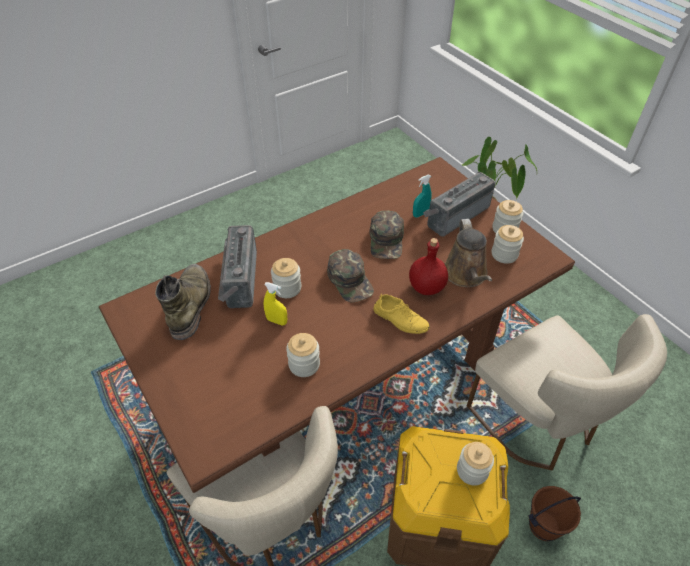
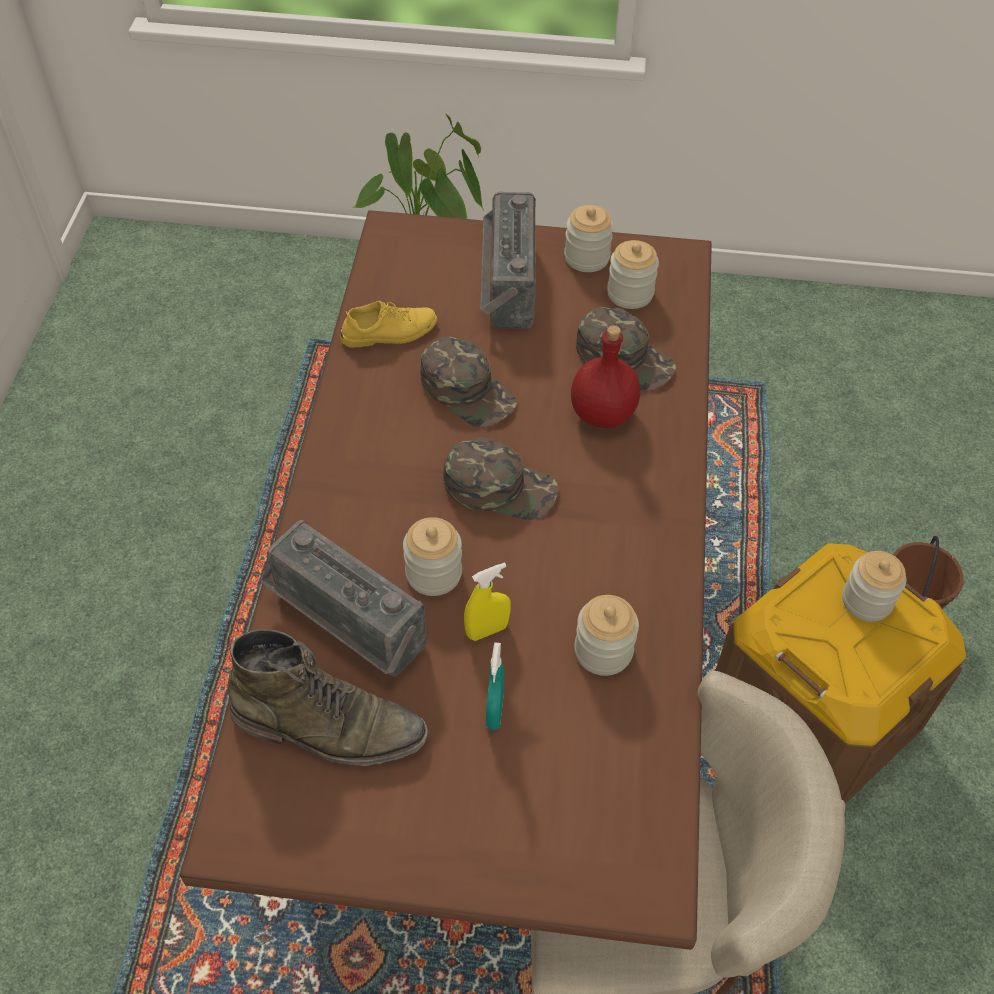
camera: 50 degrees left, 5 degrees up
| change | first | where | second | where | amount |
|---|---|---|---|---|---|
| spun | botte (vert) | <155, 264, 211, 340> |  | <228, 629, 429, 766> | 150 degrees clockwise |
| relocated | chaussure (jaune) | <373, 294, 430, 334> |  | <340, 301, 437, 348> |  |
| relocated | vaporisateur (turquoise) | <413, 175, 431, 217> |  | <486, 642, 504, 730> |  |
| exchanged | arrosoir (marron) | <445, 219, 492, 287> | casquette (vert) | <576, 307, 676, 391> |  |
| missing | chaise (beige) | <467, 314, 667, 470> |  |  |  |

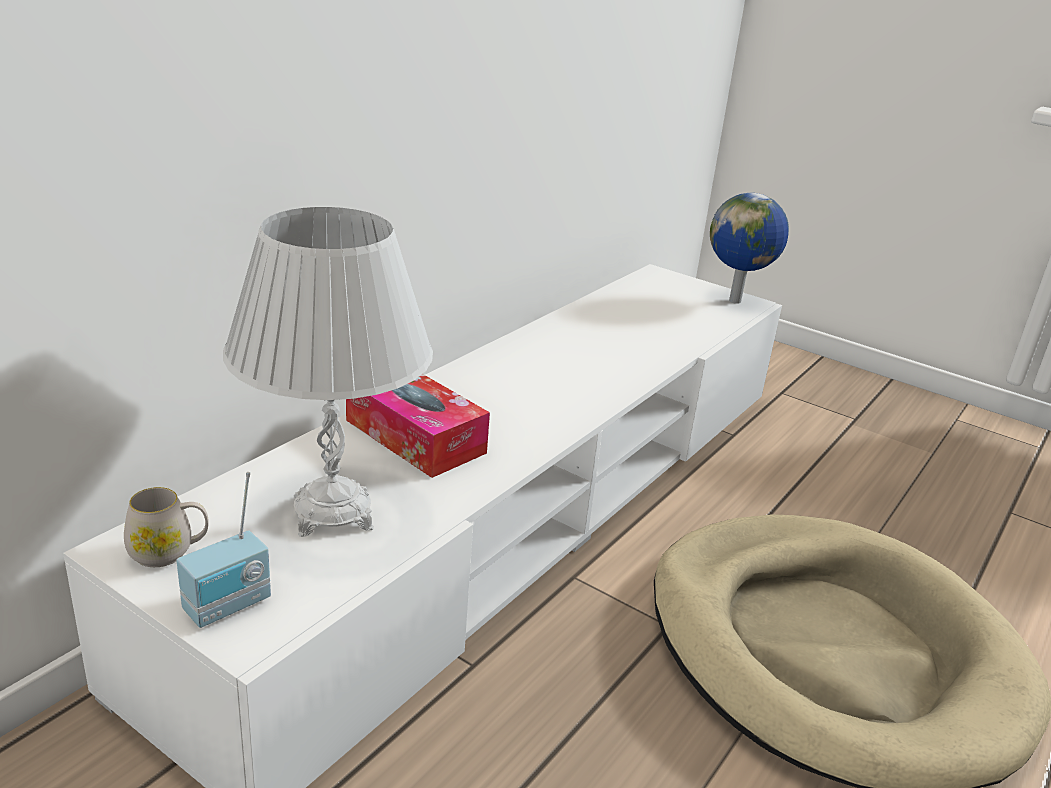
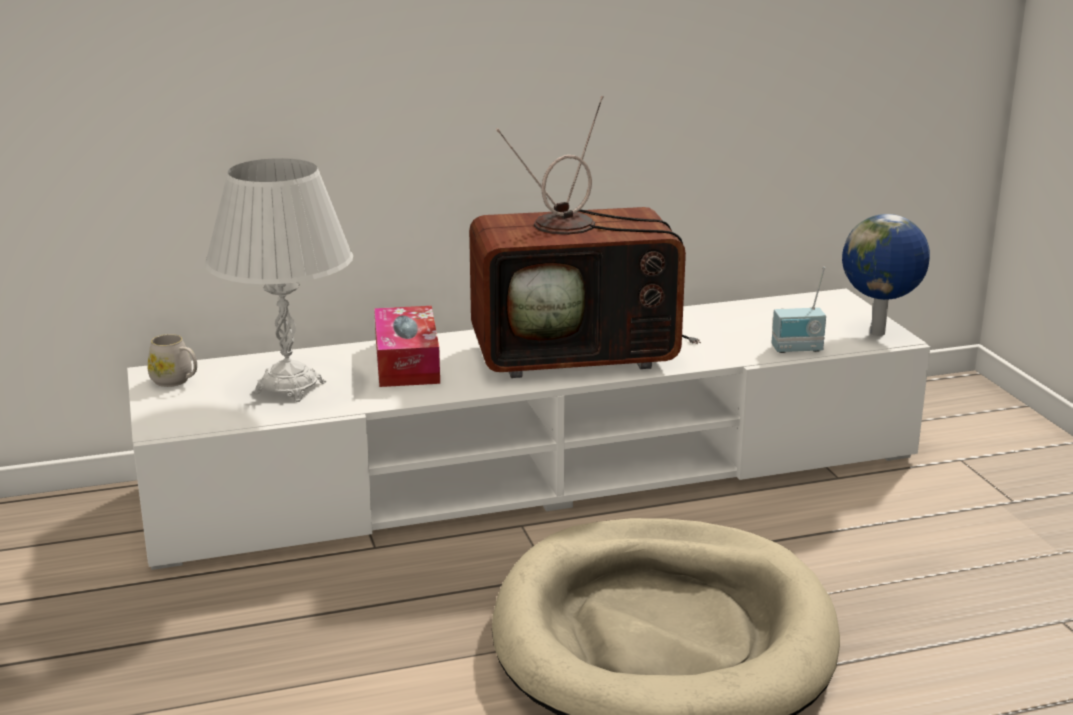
camera: 40 degrees right, 5 degrees down
| change | first | where | second | where | amount |
|---|---|---|---|---|---|
| relocated | radio | <176, 472, 271, 628> |  | <772, 267, 826, 353> |  |
| appeared |  |  | téléviseur | <469, 96, 701, 378> |  |

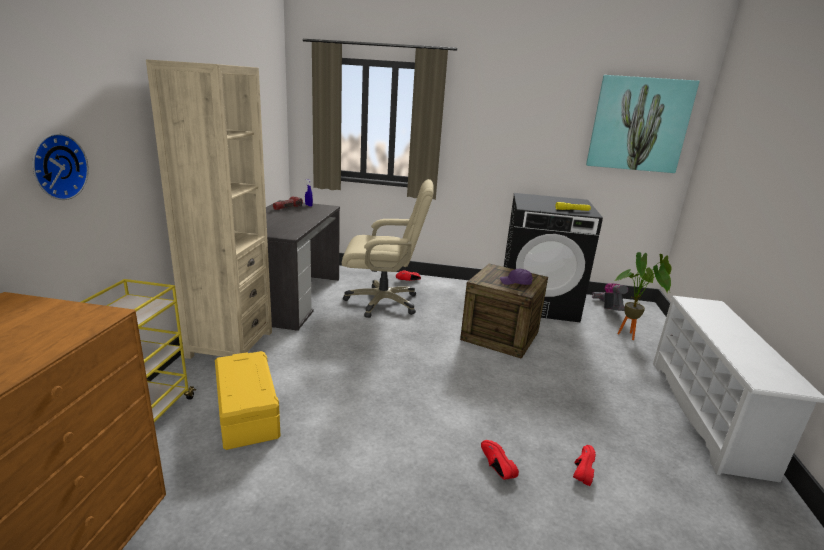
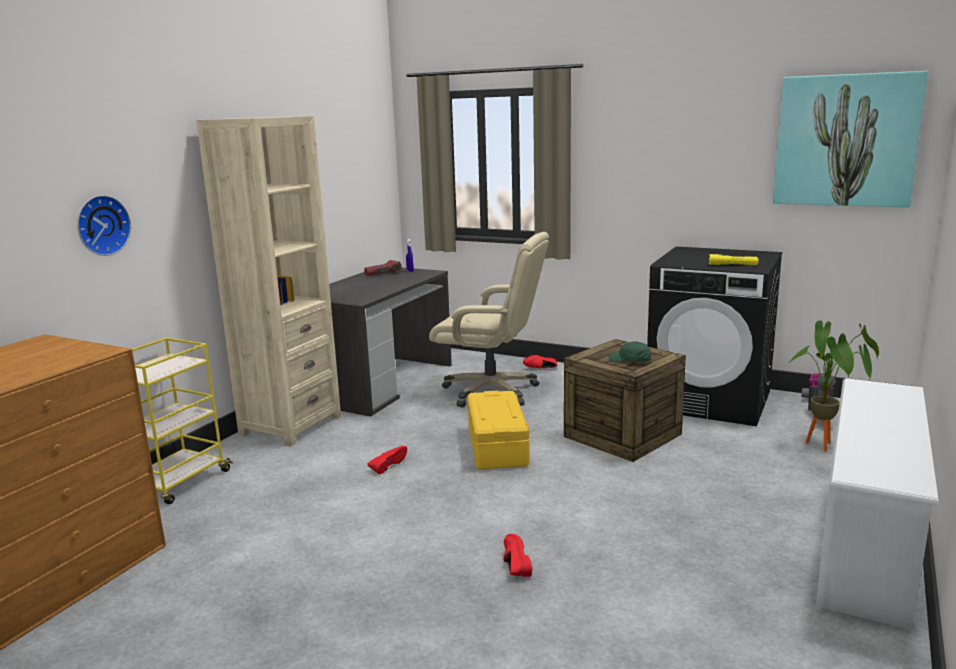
camera: 20 degrees right, 5 degrees down
| change | first | where | second | where | amount |
|---|---|---|---|---|---|
| relocated | boîte de rangement (jaune) | <215, 351, 281, 450> |  | <467, 391, 530, 470> |  |
| colour | casquette (violet) | <500, 269, 533, 285> | casquette (vert) | <609, 341, 651, 362> |  |
| relocated | chaussure (rouge) | <573, 445, 596, 486> |  | <367, 446, 407, 474> |  |

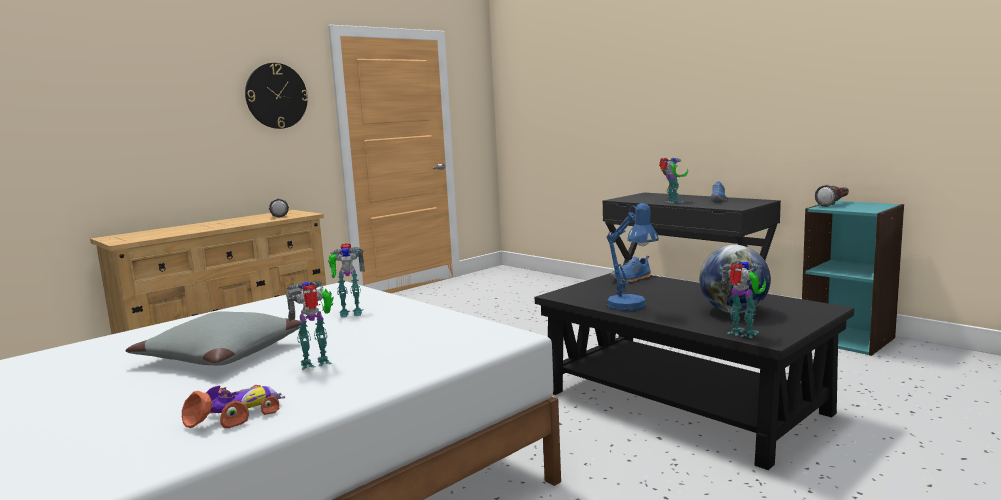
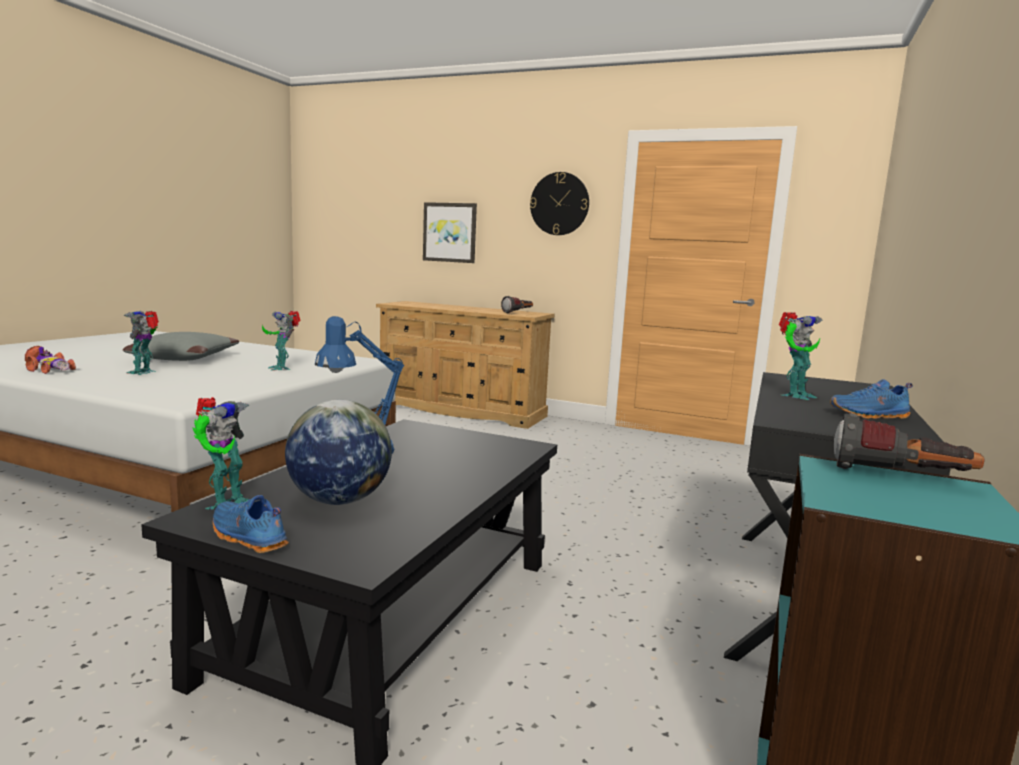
camera: 65 degrees right, 0 degrees up
| change | first | where | second | where | amount |
|---|---|---|---|---|---|
| spun | robot jouet | <285, 280, 334, 370> |  | <124, 311, 159, 375> | 120 degrees counterclockwise |
| relocated | chaussure (bleu) | <611, 256, 651, 282> |  | <213, 495, 289, 553> |  |
| appeared |  |  | tableau | <423, 202, 477, 263> |  |

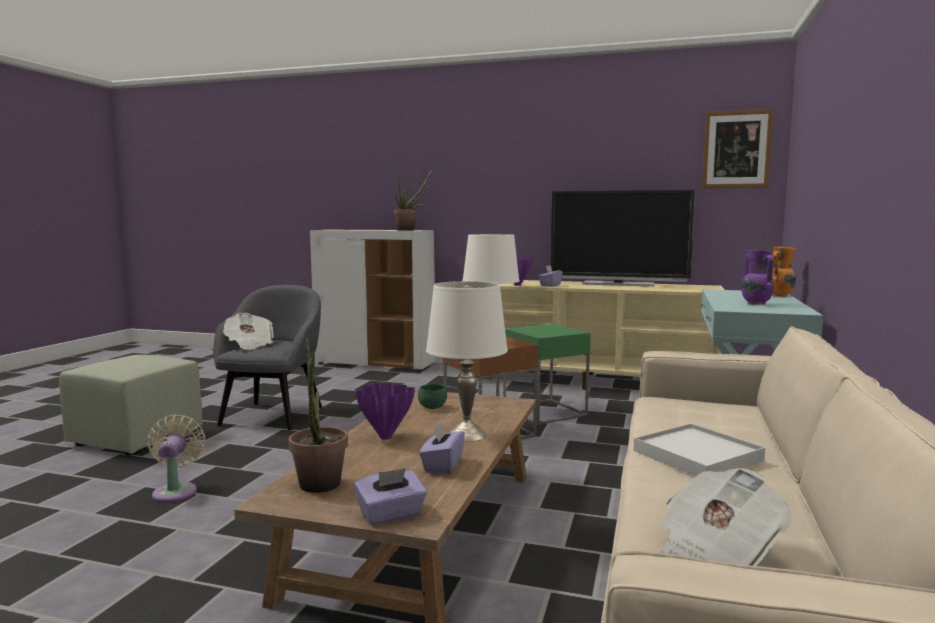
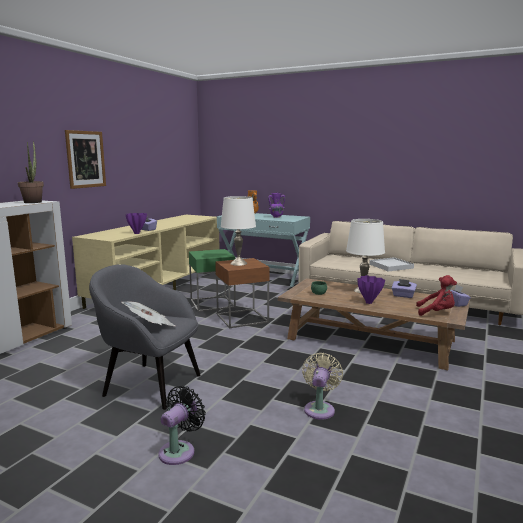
camera: 80 degrees left, 5 degrees up
| change | first | where | second | where | amount |
|---|---|---|---|---|---|
| exchanged | pouf (vert) | <59, 355, 203, 455> | ventilateur (noir) | <158, 386, 206, 465> |  |
| spun | ventilateur (beige) | <148, 415, 206, 503> |  | <302, 353, 343, 420> | 105 degrees clockwise |
| exchanged | plante en pot | <289, 338, 348, 493> | peluche (rouge) | <416, 275, 457, 316> |  |
| missing | téléviseur | <550, 190, 695, 287> |  |  |  |
| missing | journal | <660, 468, 791, 566> |  |  |  |
| relocated | tableau | <702, 109, 773, 188> |  | <65, 130, 106, 189> |  |

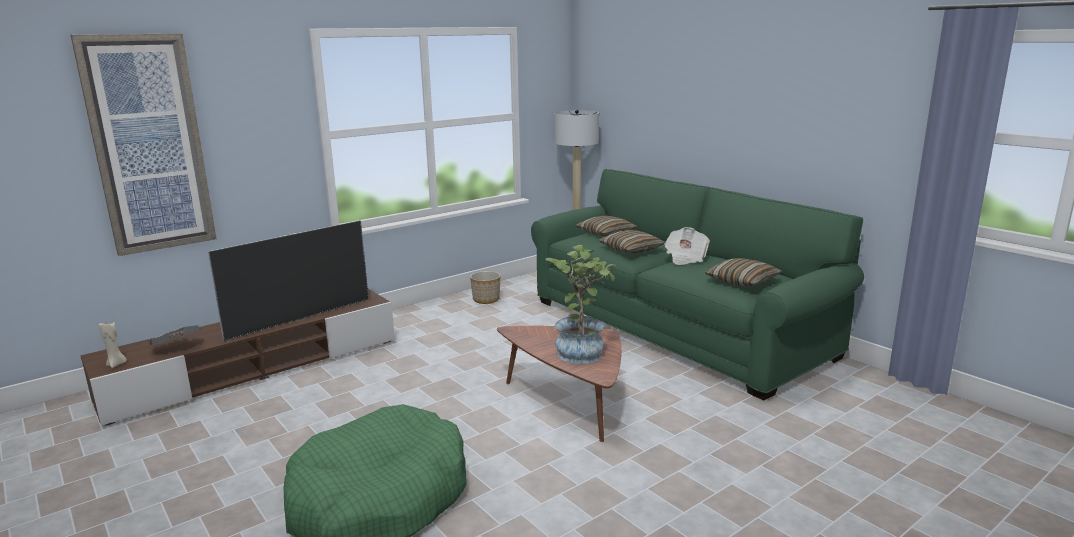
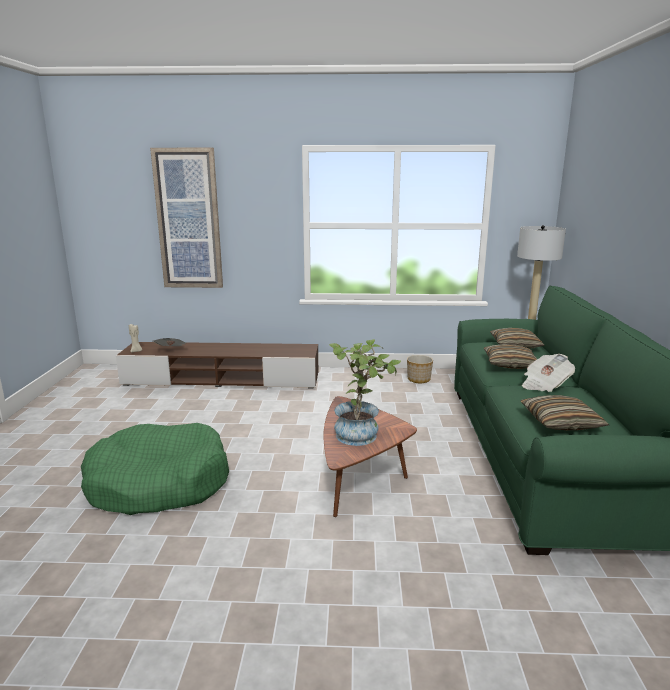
camera: 40 degrees right, 0 degrees up
| change | first | where | second | where | amount |
|---|---|---|---|---|---|
| missing | téléviseur | <208, 220, 369, 341> |  |  |  |

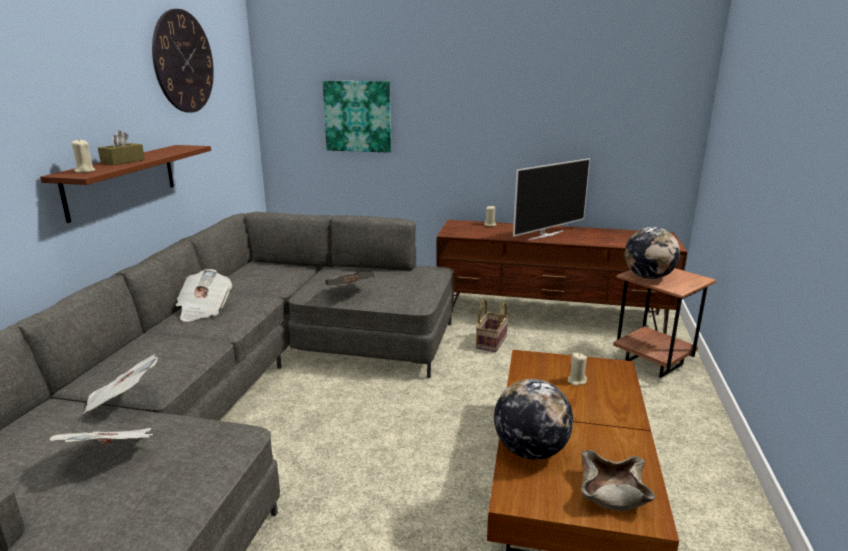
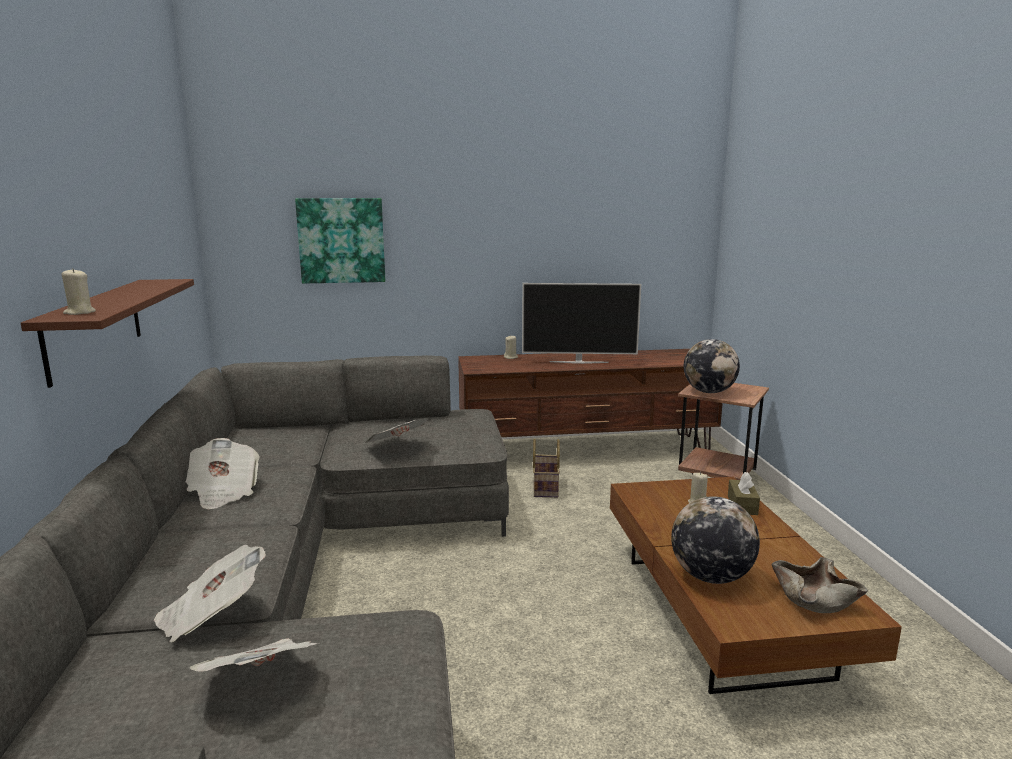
camera: 20 degrees left, 5 degrees down
| change | first | where | second | where | amount |
|---|---|---|---|---|---|
| relocated | boîte à mouchoirs (marron) | <98, 130, 145, 165> |  | <728, 472, 760, 515> |  |
| missing | horloge murale | <152, 9, 214, 113> |  |  |  |
| spun | téléviseur | <513, 158, 590, 240> |  | <522, 283, 641, 364> | 60 degrees clockwise |

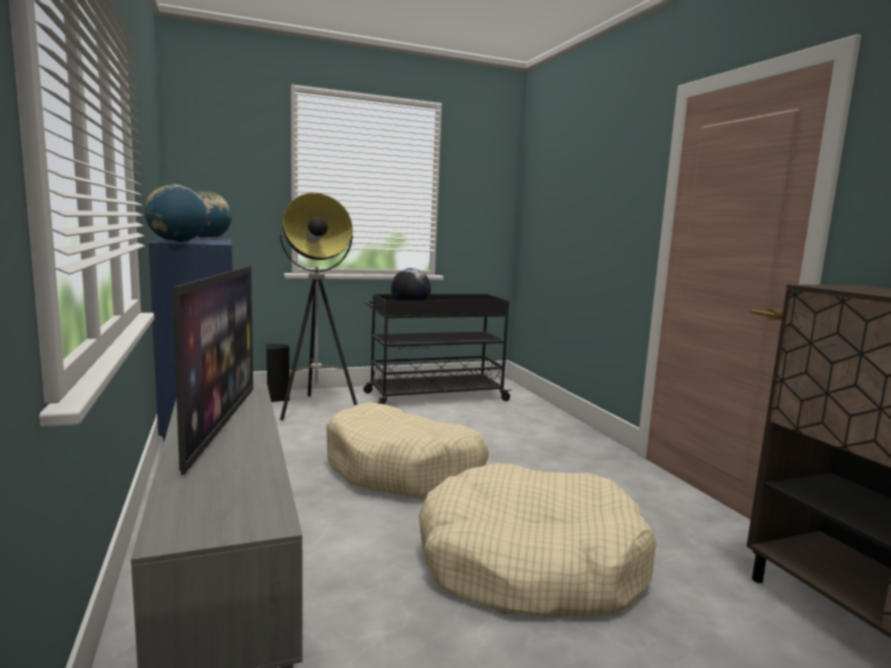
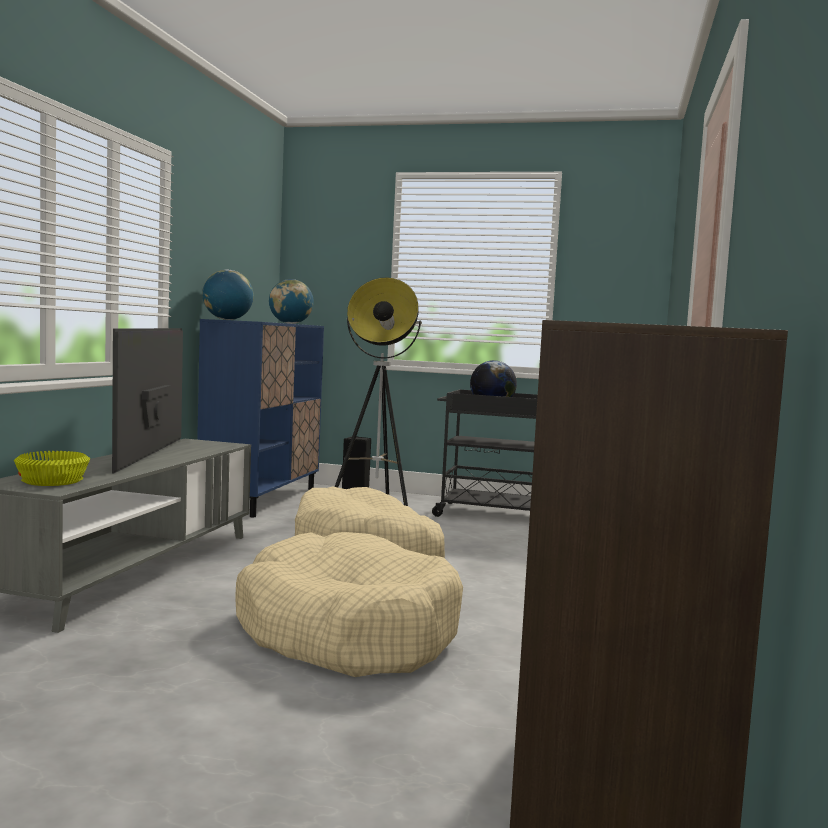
camera: 35 degrees right, 5 degrees down
| change | first | where | second | where | amount |
|---|---|---|---|---|---|
| spun | téléviseur | <172, 266, 253, 475> |  | <112, 328, 183, 473> | 150 degrees clockwise |
| appeared |  |  | bol (jaune) | <14, 451, 90, 486> |  |

